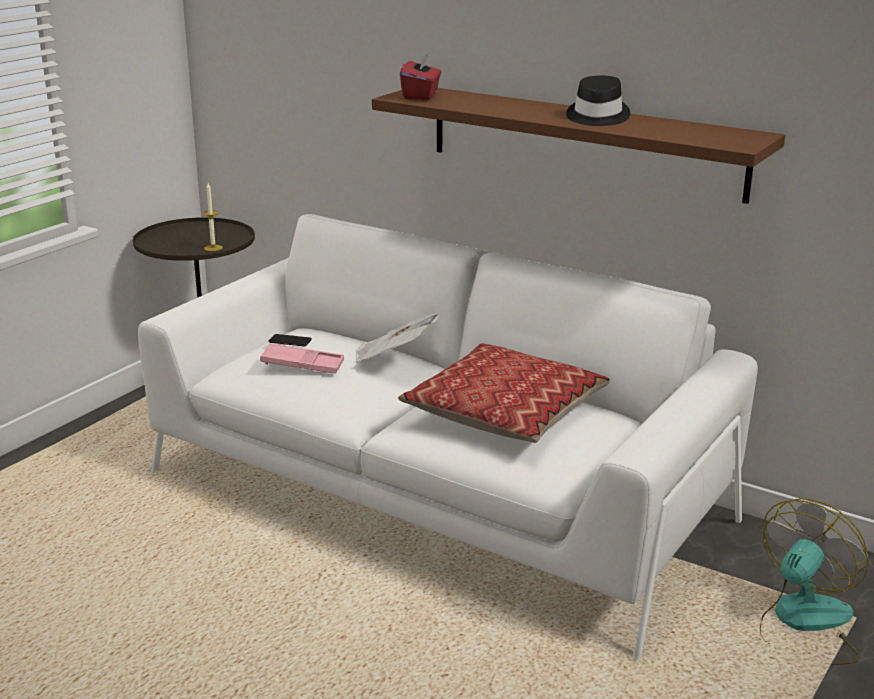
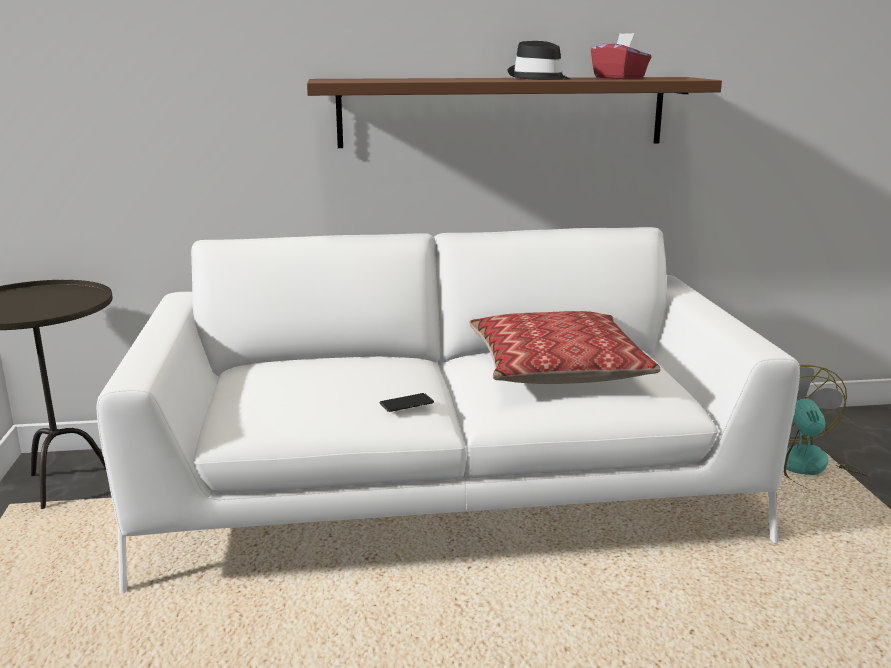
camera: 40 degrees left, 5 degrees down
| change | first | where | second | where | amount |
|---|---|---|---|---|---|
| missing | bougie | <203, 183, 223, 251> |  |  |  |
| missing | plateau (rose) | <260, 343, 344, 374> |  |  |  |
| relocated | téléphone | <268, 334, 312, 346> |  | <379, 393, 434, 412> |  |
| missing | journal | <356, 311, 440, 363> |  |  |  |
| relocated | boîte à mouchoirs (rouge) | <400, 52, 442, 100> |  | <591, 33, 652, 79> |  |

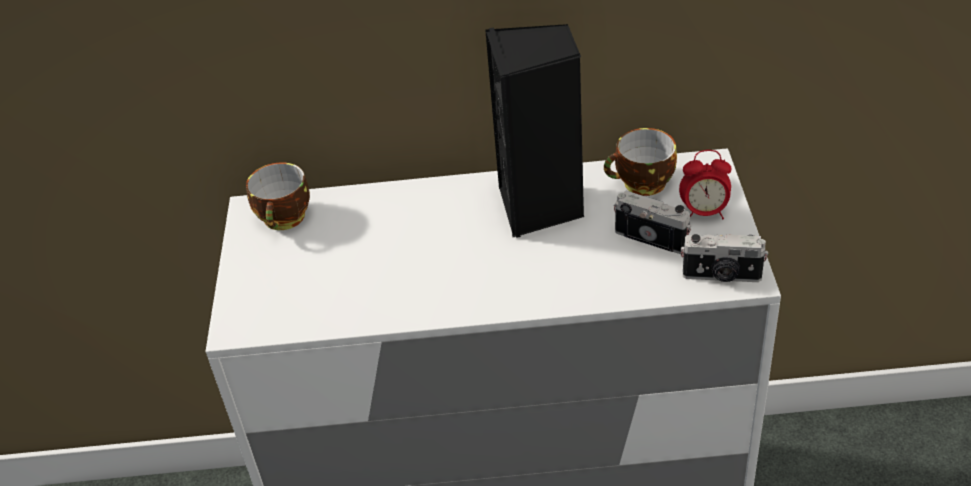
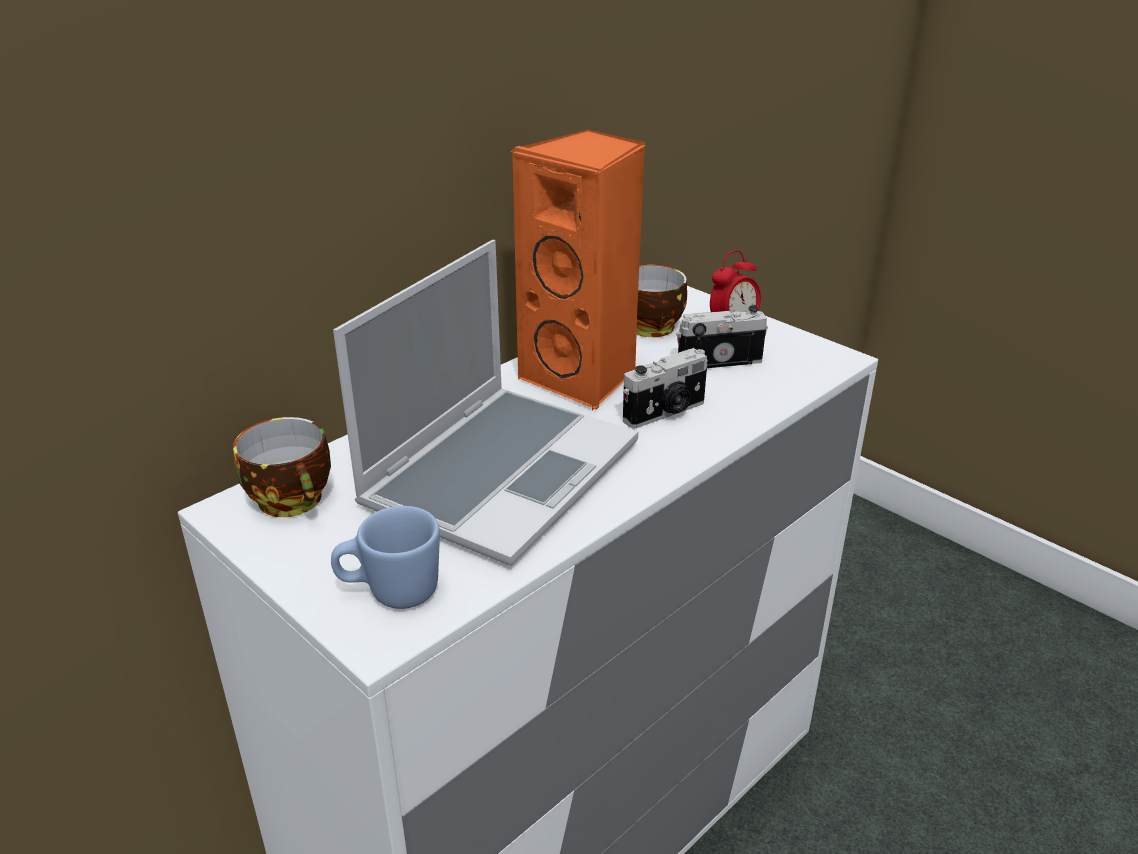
camera: 45 degrees left, 10 degrees down
| change | first | where | second | where | amount |
|---|---|---|---|---|---|
| colour | enceinte (noir) | <485, 24, 584, 238> | enceinte (orange) | <511, 129, 646, 411> |  |
| relocated | appareil photo | <681, 234, 768, 282> |  | <623, 348, 707, 428> |  |
| appeared |  |  | mug (bleu) | <331, 506, 440, 609> |  |
| appeared |  |  | ordinateur portable | <333, 240, 638, 566> |  |

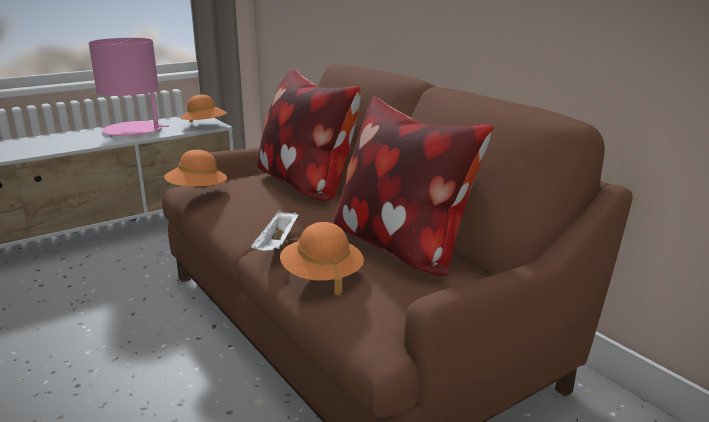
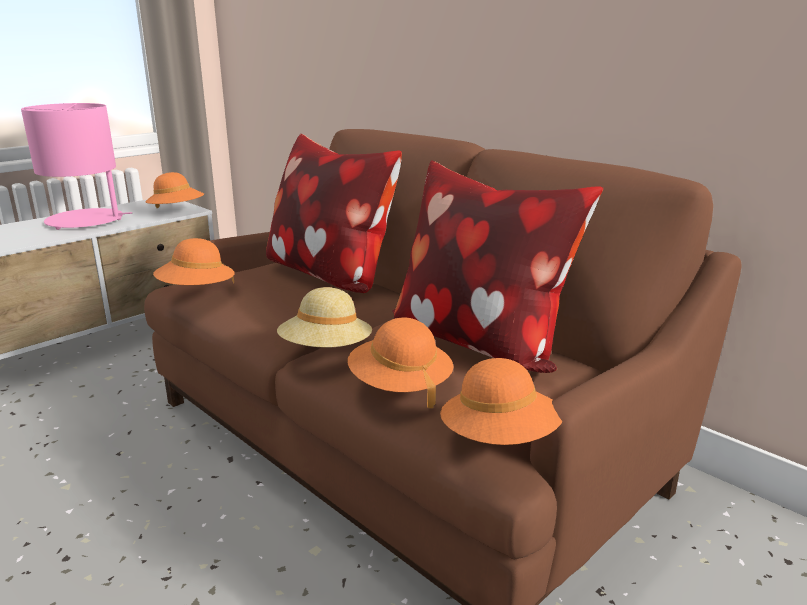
camera: 10 degrees left, 0 degrees up
| change | first | where | second | where | amount |
|---|---|---|---|---|---|
| exchanged | plateau (blanc) | <251, 210, 299, 251> | chapeau (beige) | <277, 287, 372, 348> |  |
| appeared |  |  | chapeau (orange) | <440, 358, 563, 445> |  |

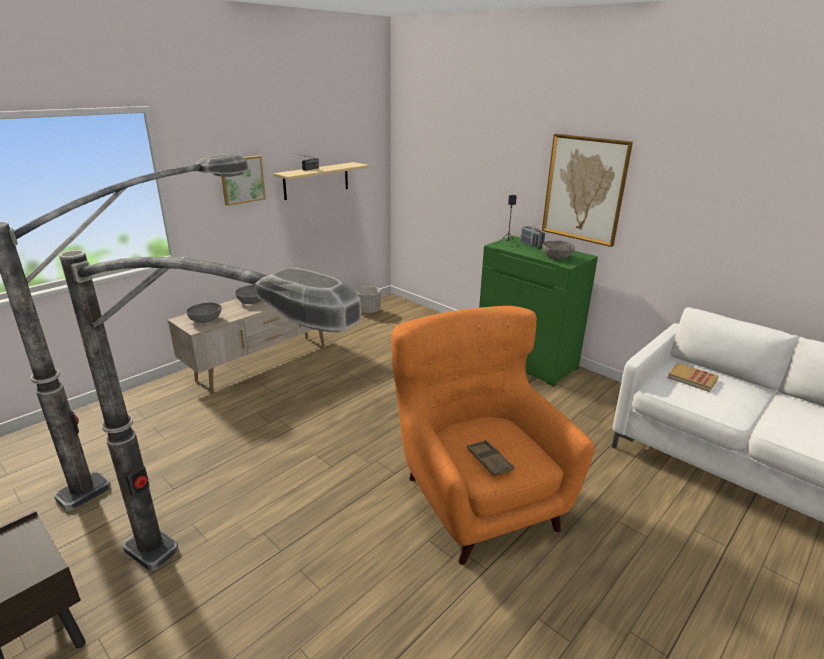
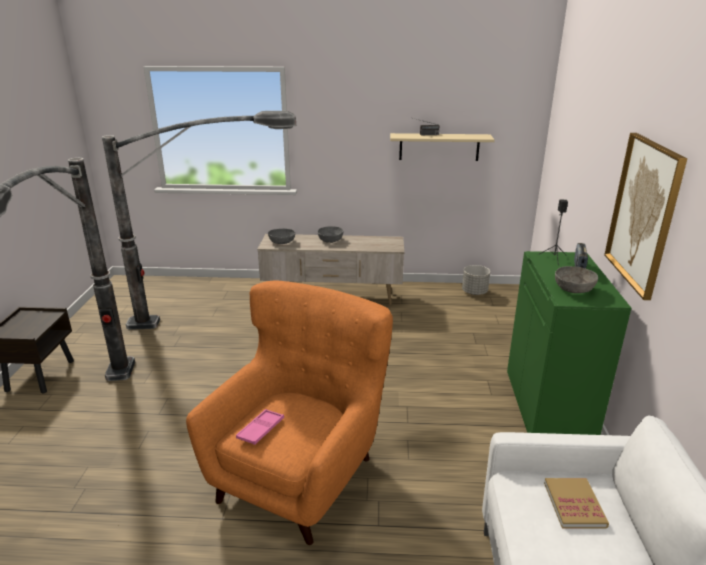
camera: 50 degrees right, 0 degrees up
| change | first | where | second | where | amount |
|---|---|---|---|---|---|
| missing | tableau | <221, 155, 266, 206> |  |  |  |
| colour | plateau (marron) | <467, 440, 514, 476> | plateau (rose) | <236, 409, 284, 445> |  |

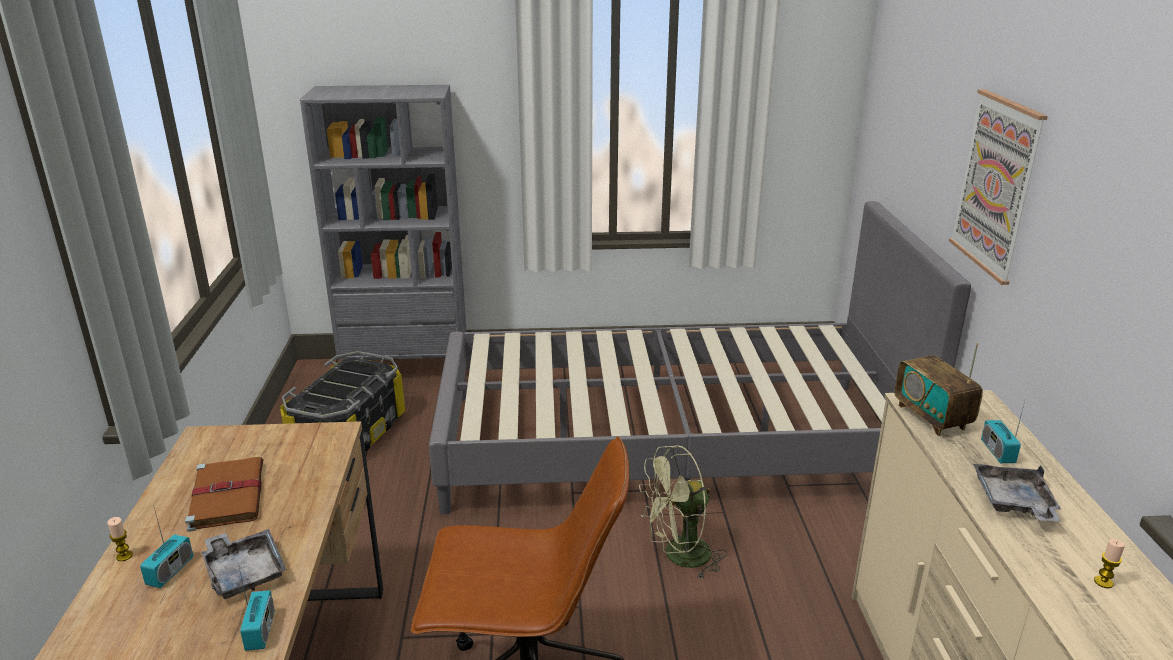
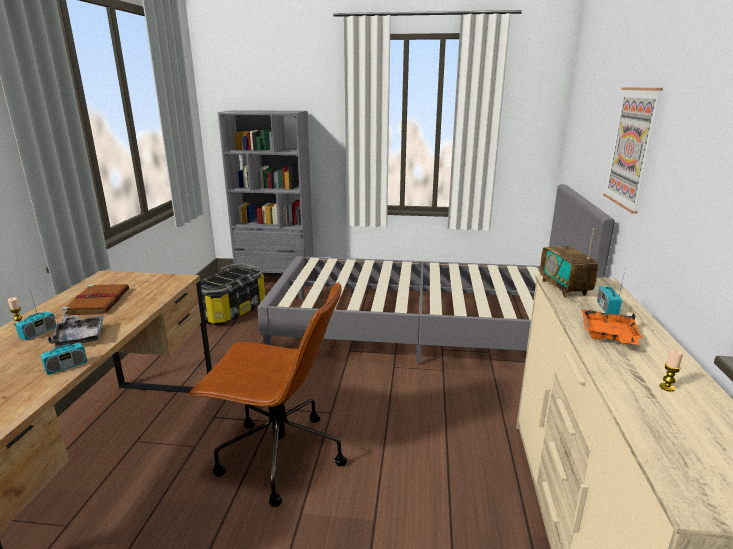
camera: 10 degrees right, 5 degrees down
| change | first | where | second | where | amount |
|---|---|---|---|---|---|
| spun | radio | <238, 564, 275, 651> |  | <41, 320, 87, 375> | 45 degrees clockwise |
| missing | ventilateur (vert) | <639, 445, 727, 580> |  |  |  |
| colour | plateau (gris) | <973, 464, 1061, 522> | plateau (orange) | <582, 309, 642, 345> |  |

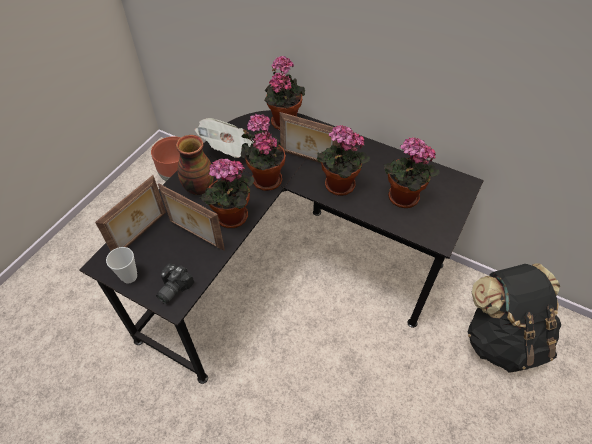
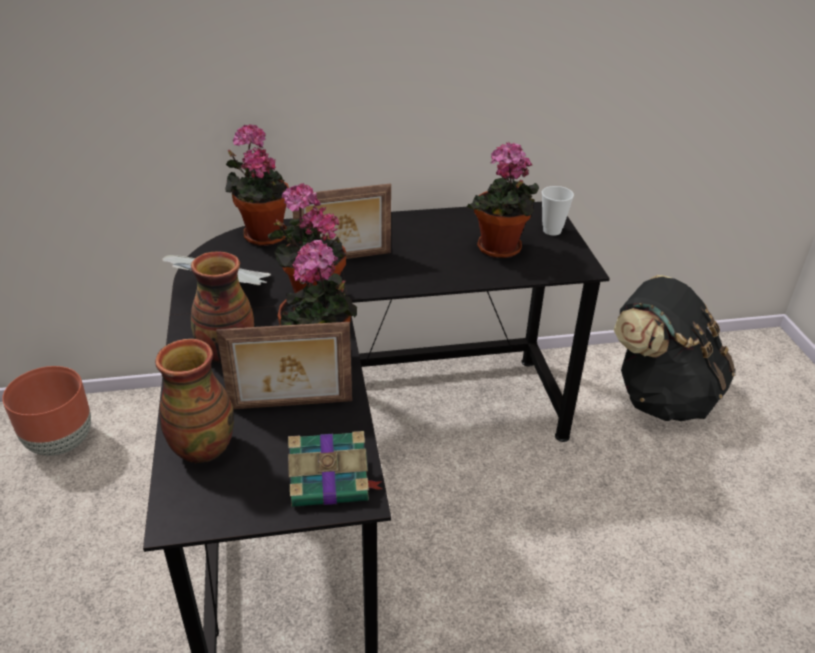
camera: 40 degrees left, 15 degrees down
| change | first | where | second | where | amount |
|---|---|---|---|---|---|
| exchanged | cadre photo | <95, 175, 166, 251> | vase | <155, 339, 234, 463> |  |
| relocated | tasse | <106, 247, 137, 283> |  | <542, 186, 574, 236> |  |
| exchanged | appareil photo | <156, 264, 194, 304> | livre | <288, 431, 383, 507> |  |
| missing | plante en pot | <317, 125, 370, 196> |  |  |  |

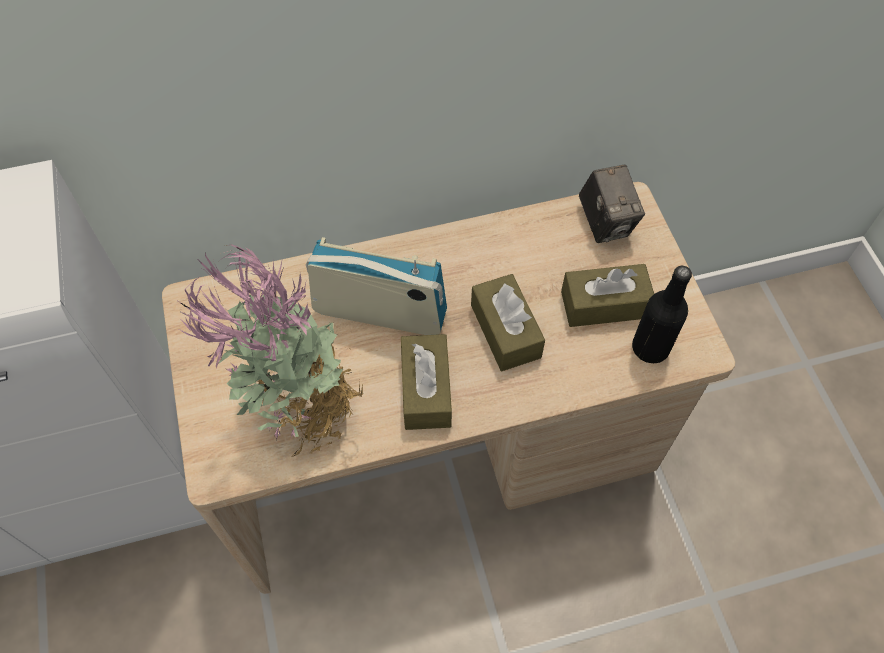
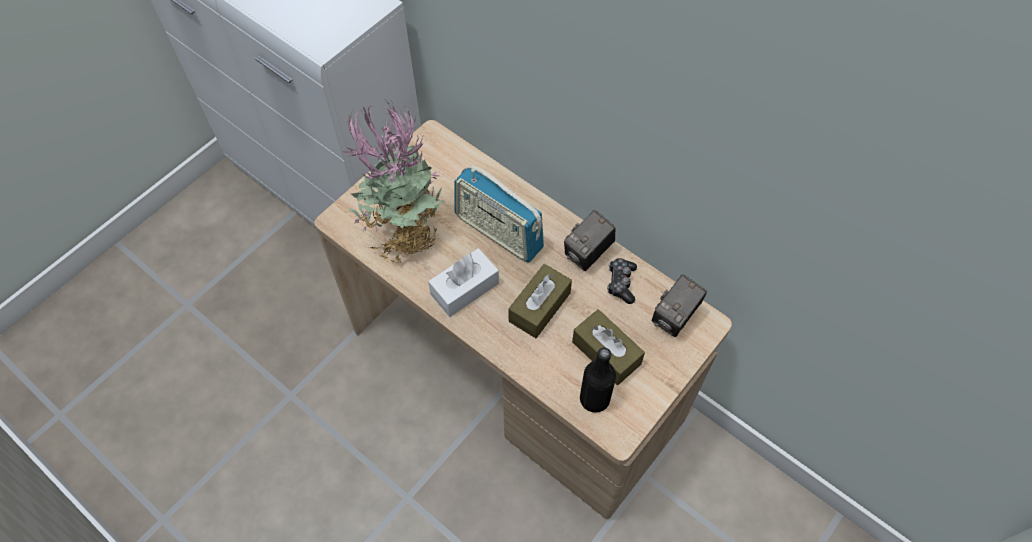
camera: 55 degrees right, 0 degrees up
| change | first | where | second | where | amount |
|---|---|---|---|---|---|
| spun | radio | <306, 237, 447, 335> |  | <454, 166, 544, 263> | 150 degrees clockwise |
| colour | boîte à mouchoirs (marron) | <401, 334, 452, 430> | boîte à mouchoirs (blanc) | <428, 248, 499, 317> |  |
| appeared |  |  | appareil photo | <564, 210, 616, 271> |  |
| appeared |  |  | manette | <607, 258, 637, 304> |  |

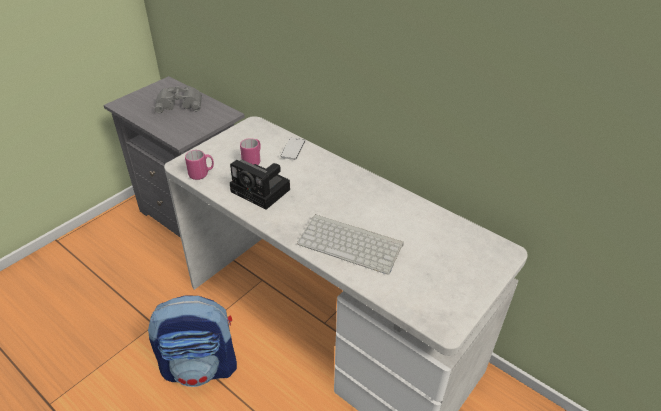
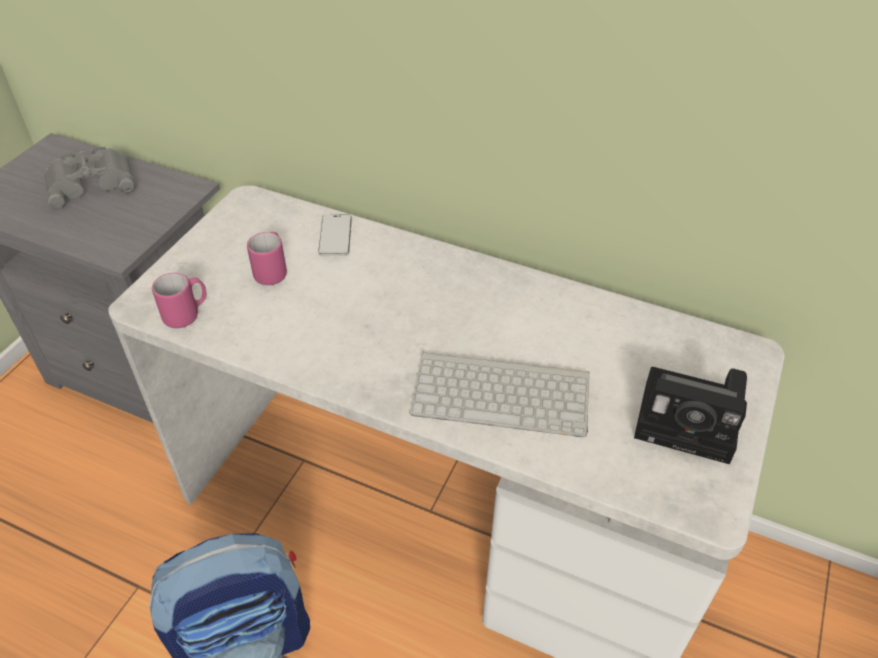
camera: 15 degrees left, 5 degrees up
| change | first | where | second | where | amount |
|---|---|---|---|---|---|
| relocated | appareil photo | <230, 160, 290, 210> |  | <634, 367, 747, 464> |  |

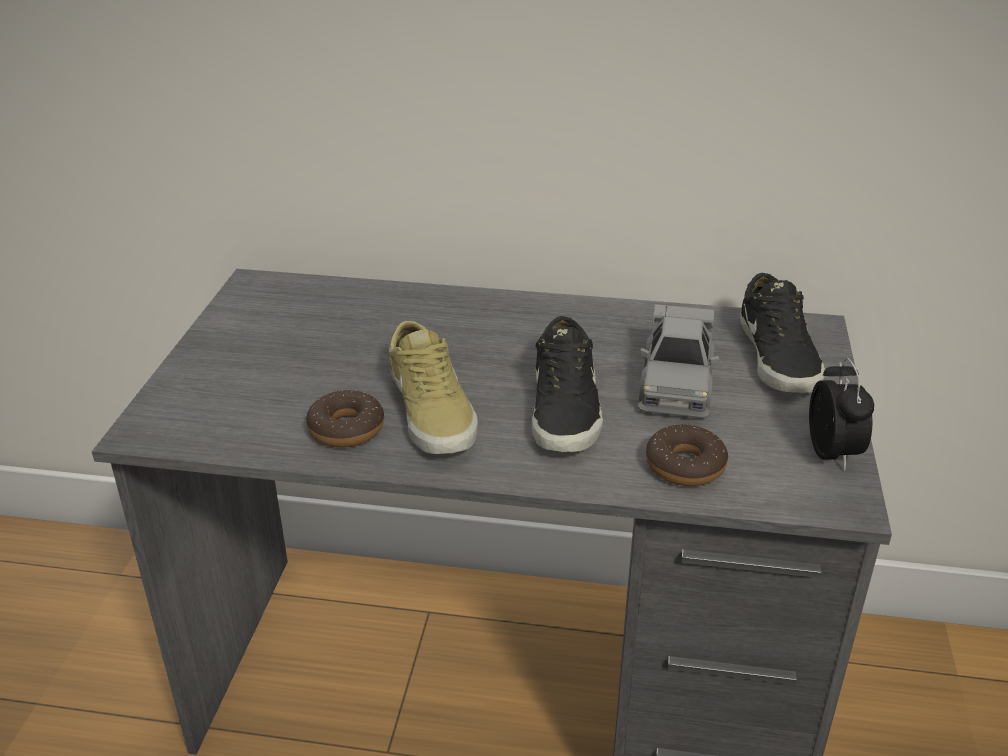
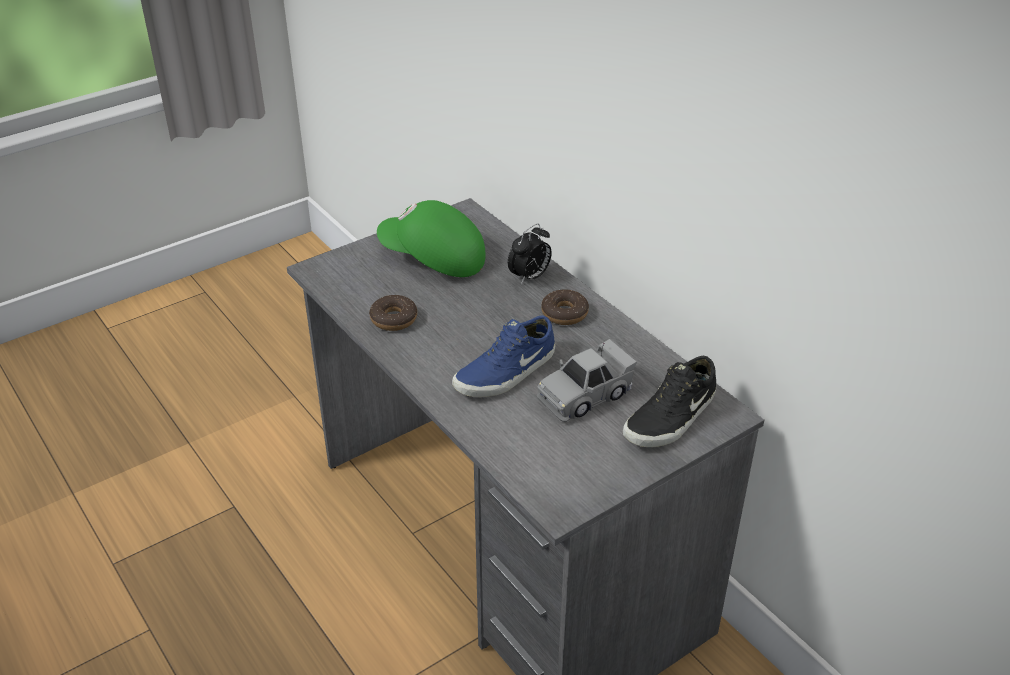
camera: 45 degrees right, 5 degrees up
| change | first | where | second | where | amount |
|---|---|---|---|---|---|
| missing | chaussure (beige) | <389, 321, 478, 454> |  |  |  |
| colour | chaussure (noir) | <532, 316, 603, 452> | chaussure (bleu) | <452, 315, 555, 397> |  |
| relocated | beignet | <646, 424, 728, 486> |  | <541, 289, 589, 325> |  |
| relocated | réveil | <809, 358, 874, 471> |  | <508, 224, 552, 285> |  |
| appeared |  |  | casquette (vert) | <377, 200, 485, 277> |  |

